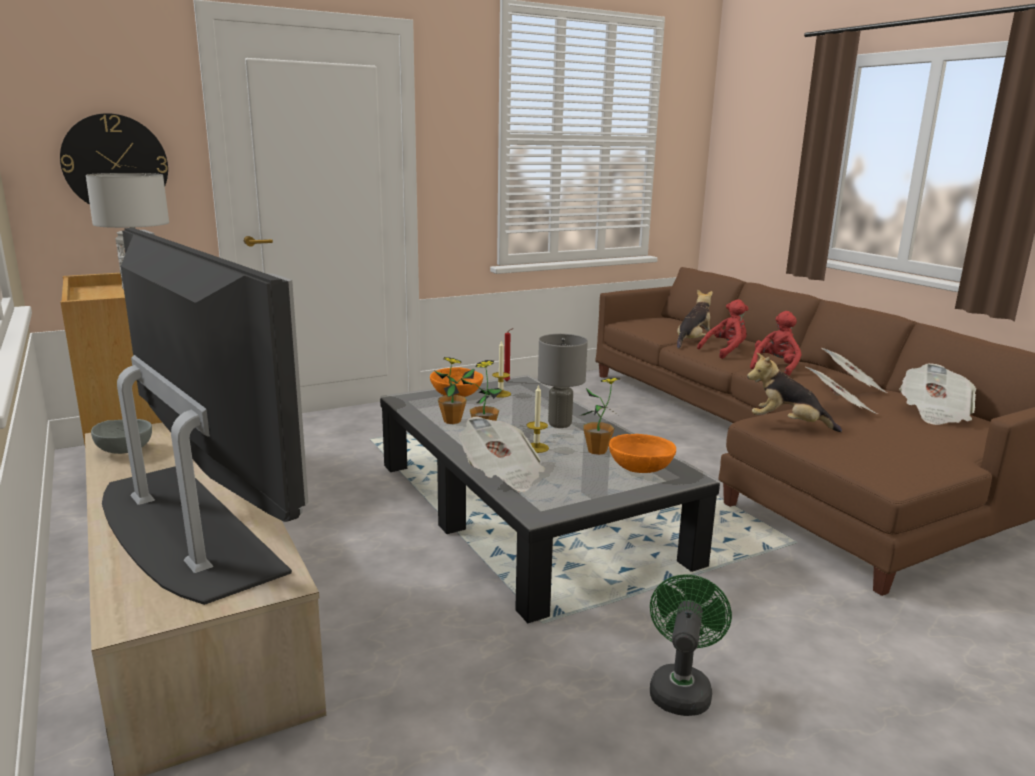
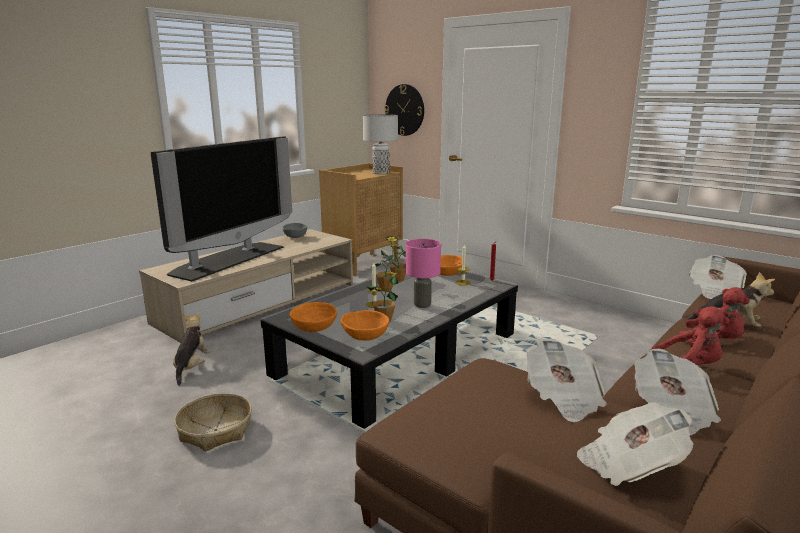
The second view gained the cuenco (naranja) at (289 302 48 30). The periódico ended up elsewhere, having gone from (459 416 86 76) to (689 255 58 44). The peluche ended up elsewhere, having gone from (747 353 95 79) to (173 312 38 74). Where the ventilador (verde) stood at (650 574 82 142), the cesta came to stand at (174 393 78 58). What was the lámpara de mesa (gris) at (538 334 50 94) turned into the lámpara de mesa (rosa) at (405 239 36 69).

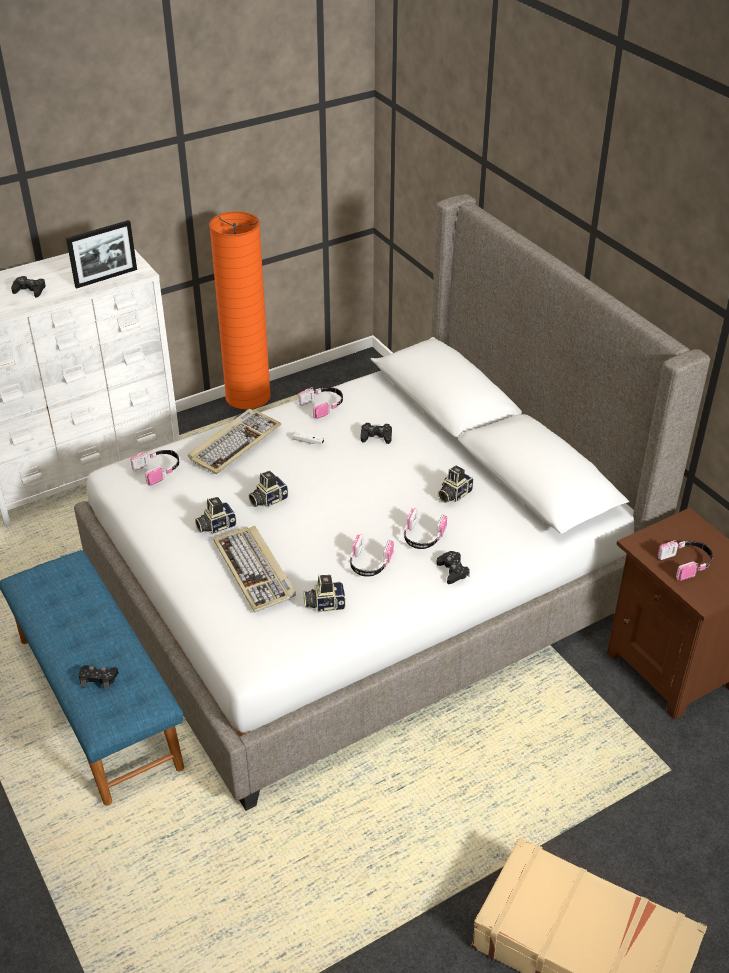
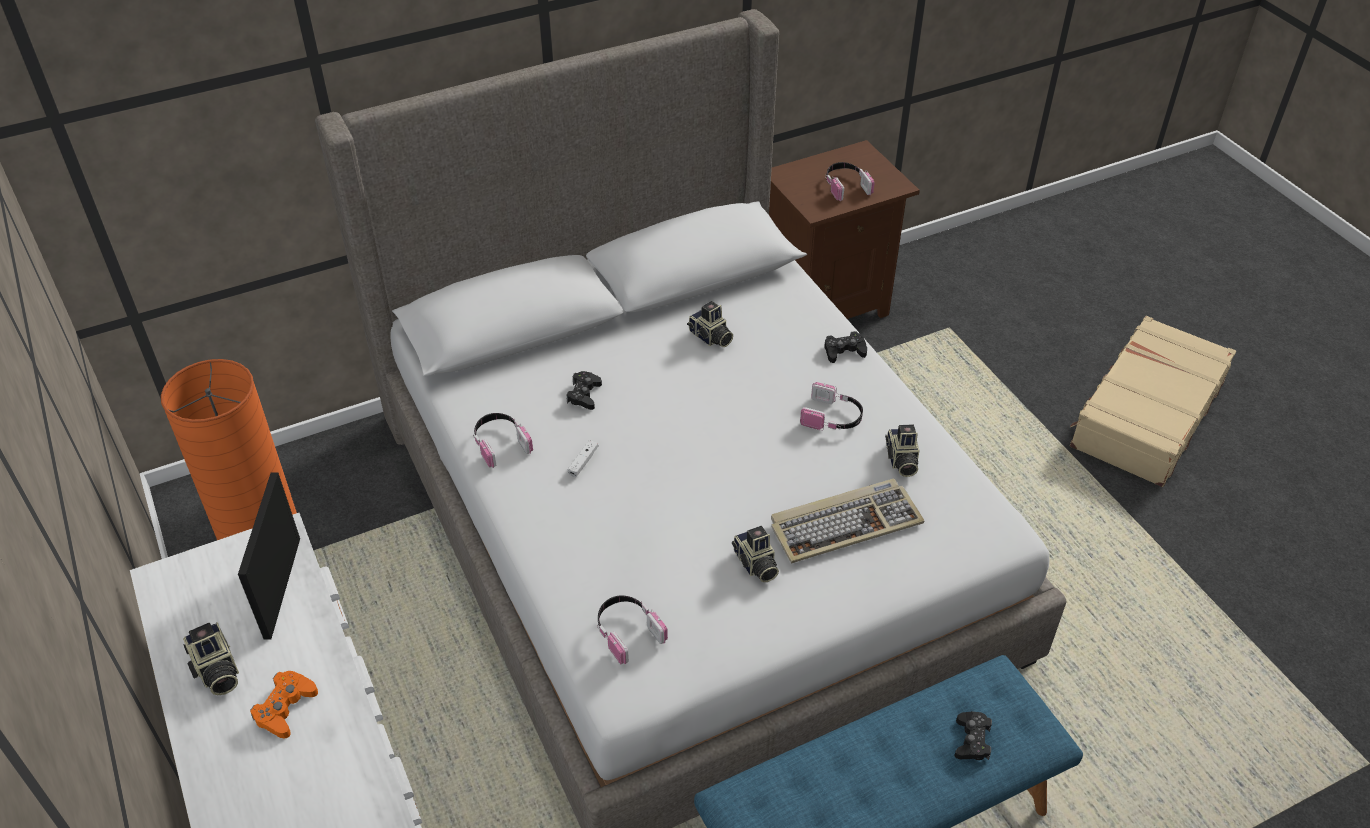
The second view lost the teclado at (188 409 93 65). The second view lost the auriculares at (403 508 44 41). The cámara ended up elsewhere, having gone from (249 471 39 37) to (183 622 56 73). What was the mando de consola (negro) at (11 276 35 22) turned into the mando de consola (naranja) at (250 671 68 67). The portarretratos at (66 220 71 68) ended up facing another way, 150 degrees counterclockwise from before.

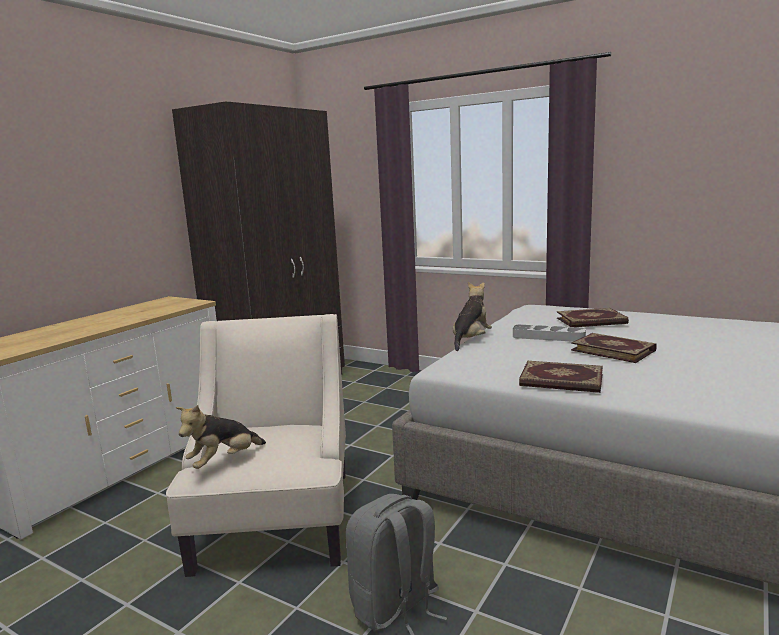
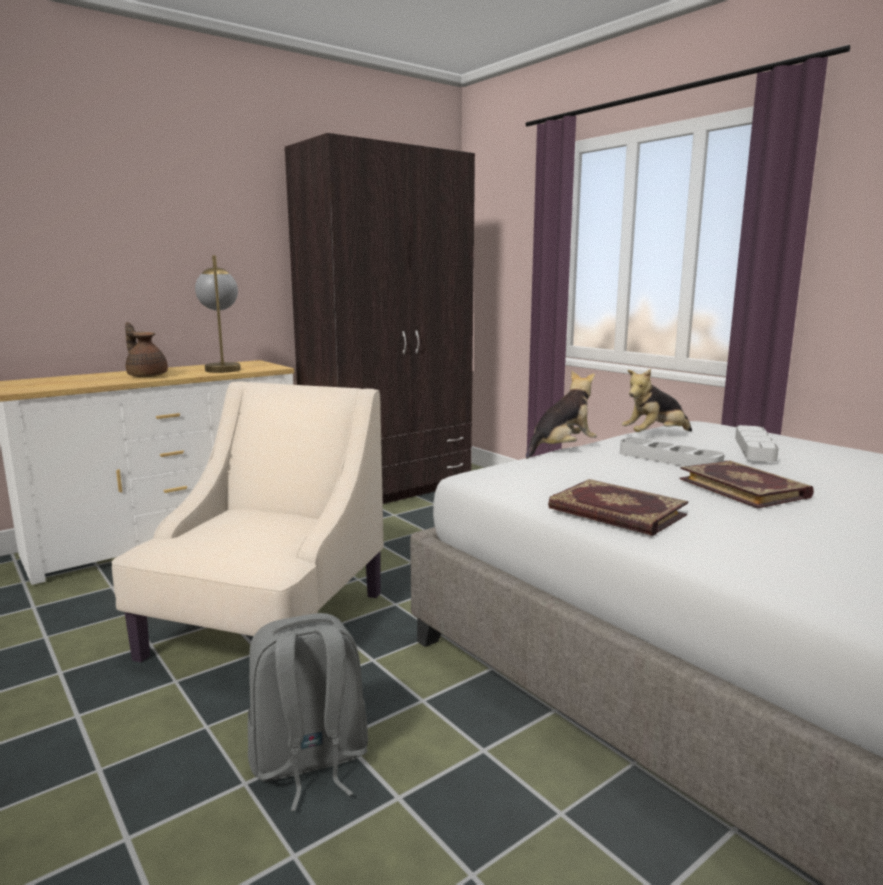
The second view gained the tetera (marrón) at (125 322 43 55). The second view gained the lámpara de mesa at (195 255 46 118). The peluche ended up elsewhere, having gone from (176 405 90 64) to (622 369 70 63). Where the libro stood at (557 308 72 19), the bandeja (gris) came to stand at (735 425 44 37).

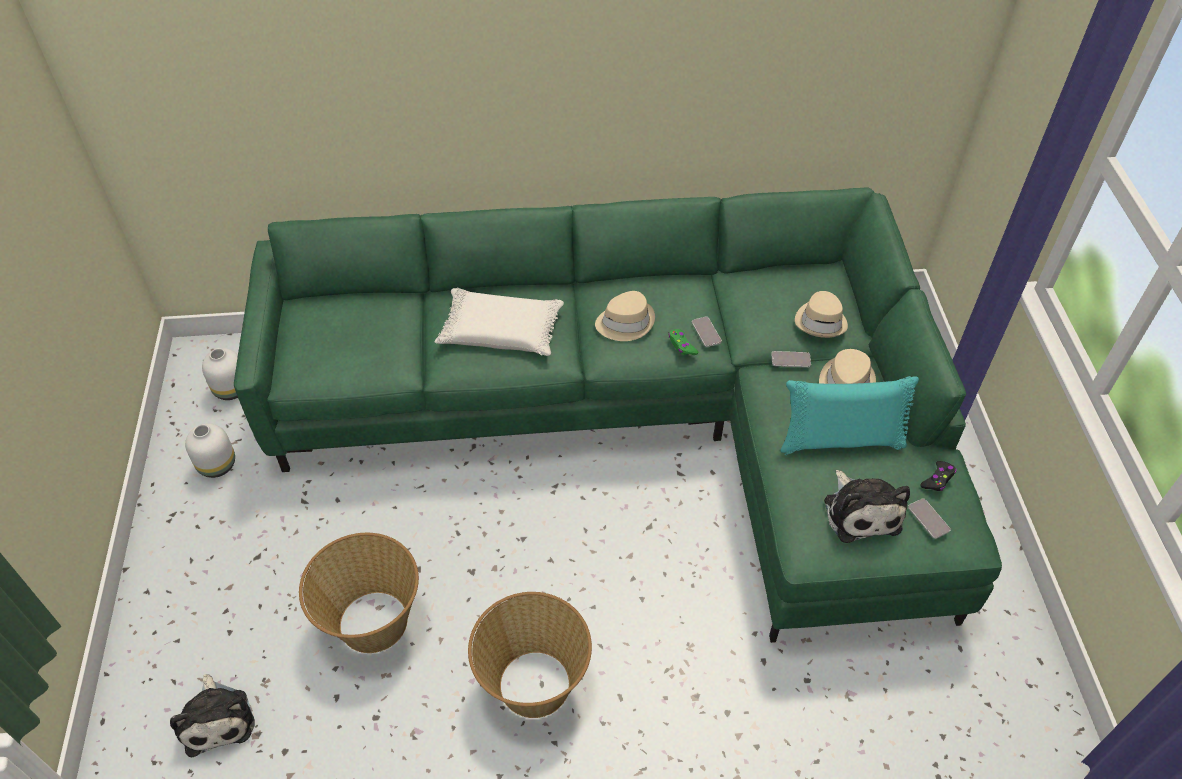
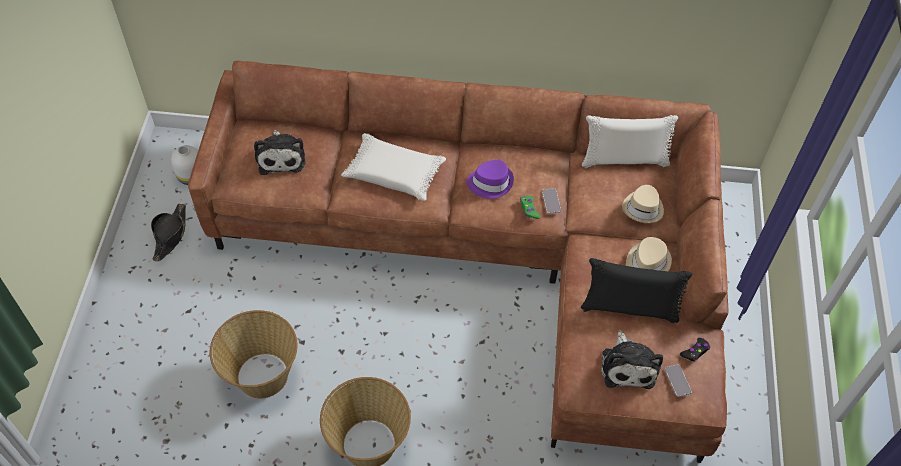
The second view lost the móvil at (771 351 40 17). The second view gained the cojín (blanco) at (582 115 96 53). The peluche ended up elsewhere, having gone from (170 674 85 83) to (254 130 52 45). Where the florero (blanco) stood at (185 423 50 55), the sombrero (negro) came to stand at (151 204 35 57). What was the sofá (verde) at (234 187 768 456) turned into the sofá (marrón) at (188 61 540 402). What was the sombrero (beis) at (595 291 60 50) turned into the sombrero (morado) at (466 160 48 39). What was the cojín (turquesa) at (780 376 139 79) turned into the cojín (negro) at (581 258 111 65).

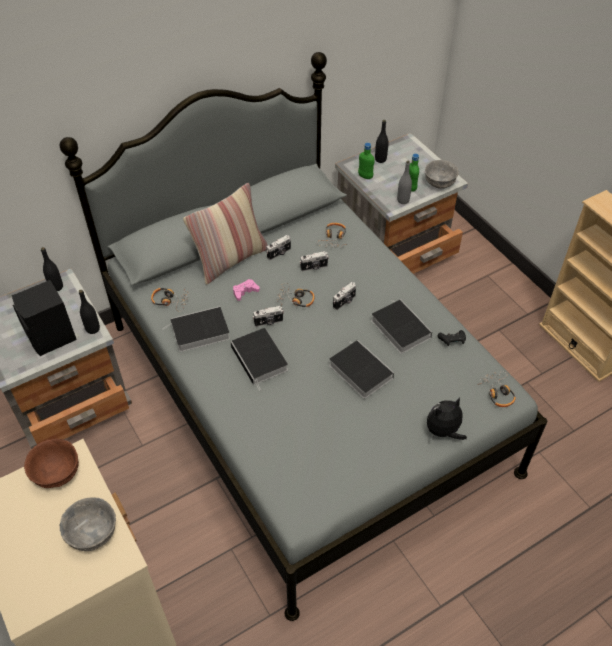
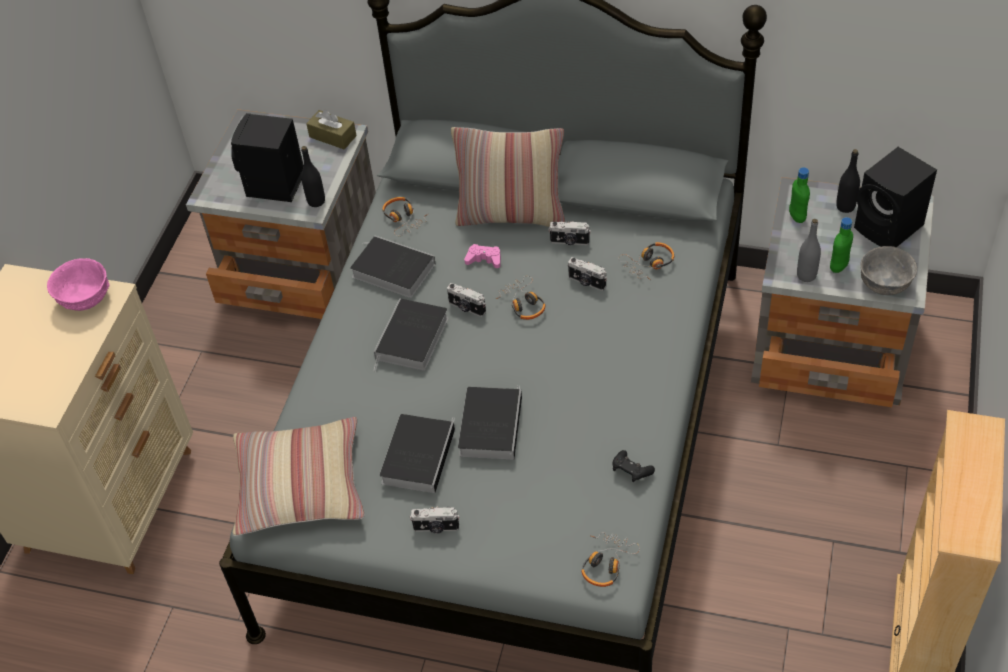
The second view lost the cuenco (gris) at (60 497 56 54). The second view lost the peluche at (427 397 40 43). The second view gained the cojín at (232 417 133 119). The second view gained the altavoz (negro) at (854 147 83 100). The cámara ended up elsewhere, having gone from (333 282 23 28) to (410 507 50 27). The libro ended up elsewhere, having gone from (371 299 61 55) to (380 414 75 79). Where the botella (negro) stood at (41 247 22 44), the caja de pañuelos (marrón) came to stand at (306 110 51 39). What was the cuenco (marrón) at (24 439 55 49) turned into the cuenco (rosa) at (47 258 62 53).

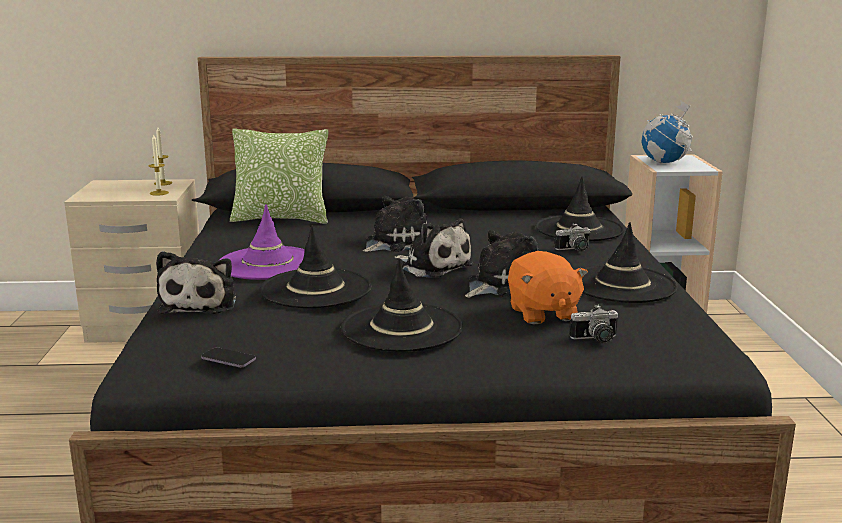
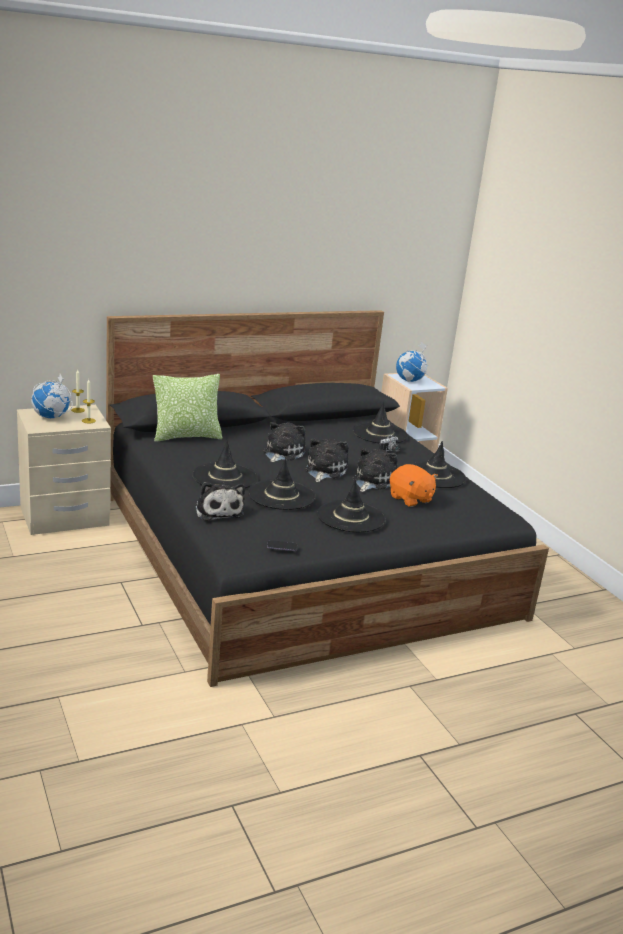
The second view lost the cámara at (569 305 49 38). The second view gained the globo terráqueo at (31 374 41 44). What was the sombrero (morado) at (219 204 86 76) turned into the sombrero (negro) at (192 440 66 48). The peluche at (395 218 79 60) ended up facing another way, 90 degrees counterclockwise from before.

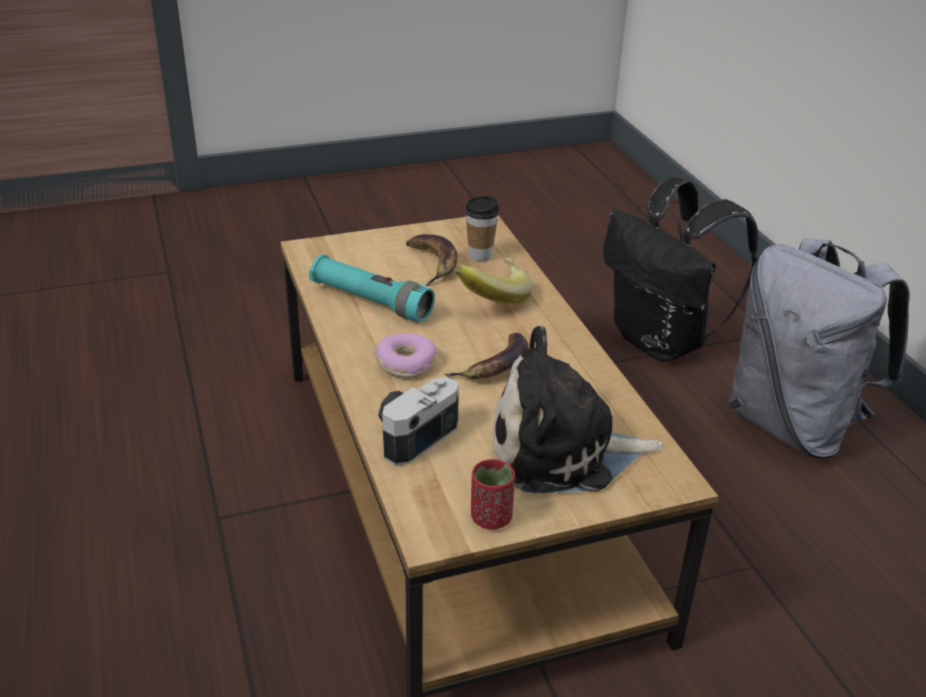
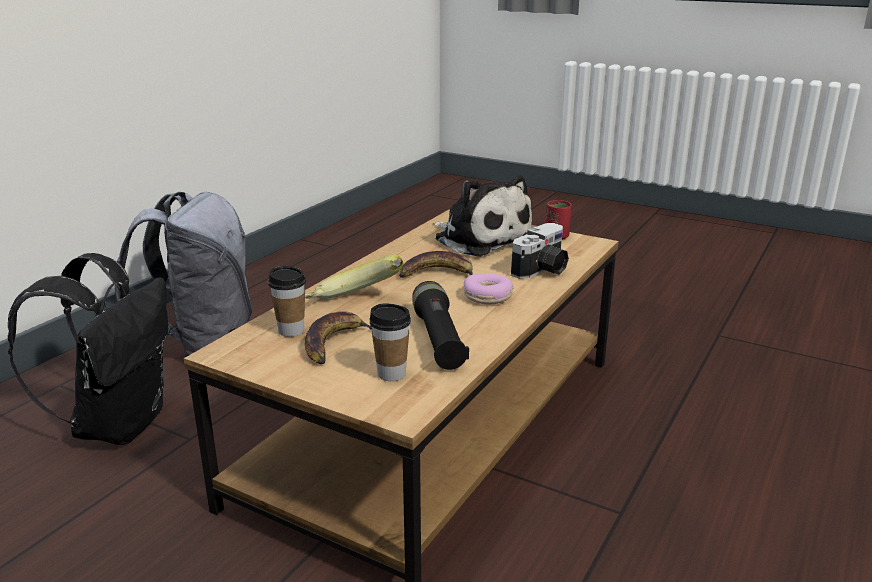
The second view gained the taza at (370 304 41 77). What was the linterna (turquesa) at (309 254 126 68) turned into the linterna (negro) at (412 281 57 89). The cámara at (378 377 80 89) ended up facing another way, 45 degrees counterclockwise from before.

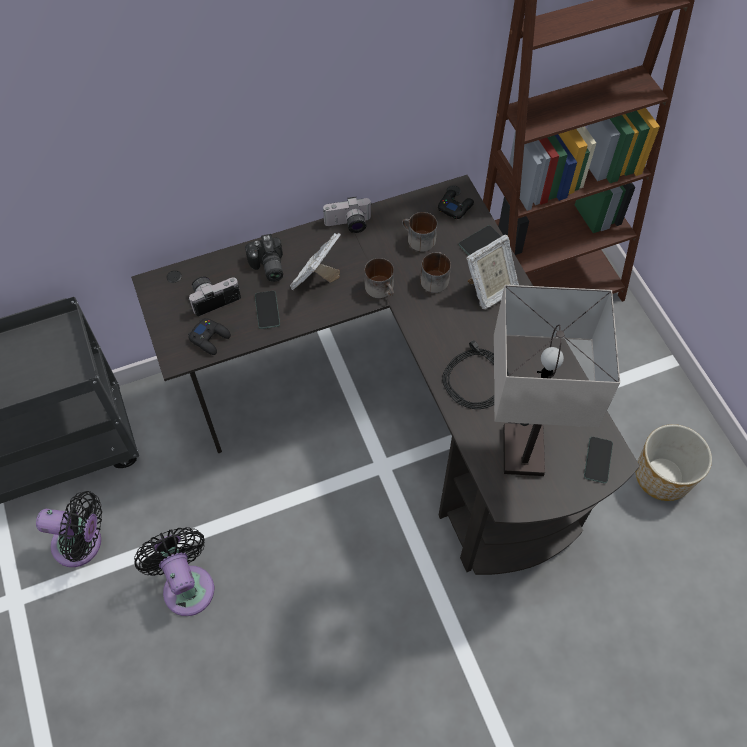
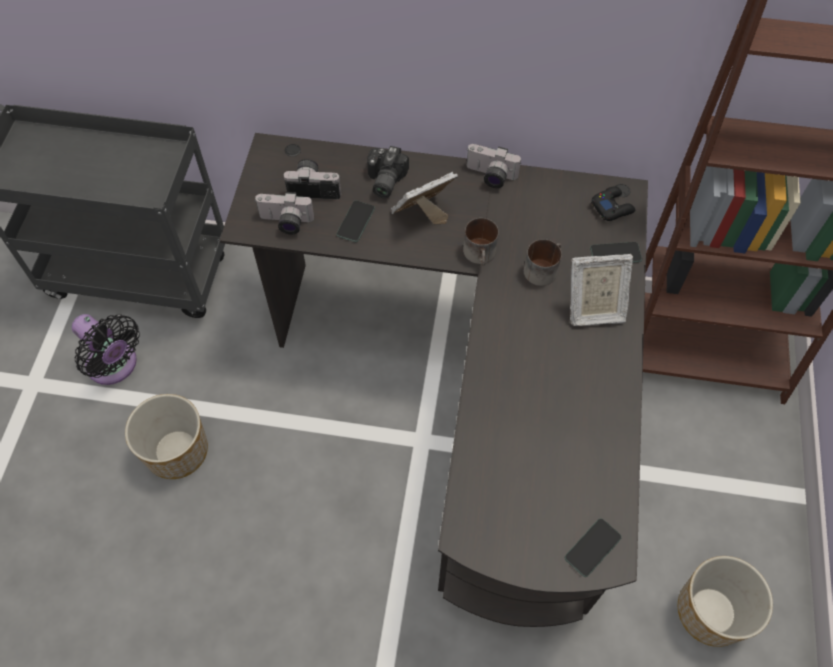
The second view lost the taza grande at (402 212 35 40). The second view lost the lámpara de mesa at (442 285 178 191). Where the ventilador (negro) stood at (134 527 80 89), the maceta came to stand at (125 394 83 85). Where the mando de consola (negro) stood at (188 318 43 37), the cámara came to stand at (255 192 59 42).

